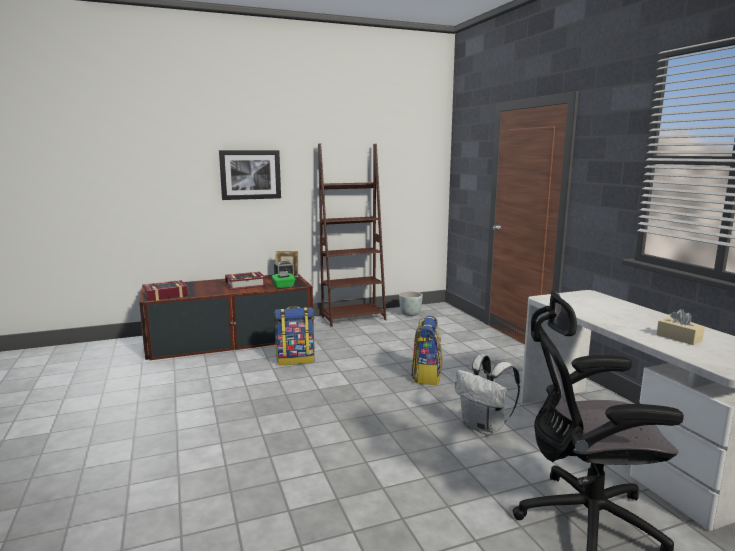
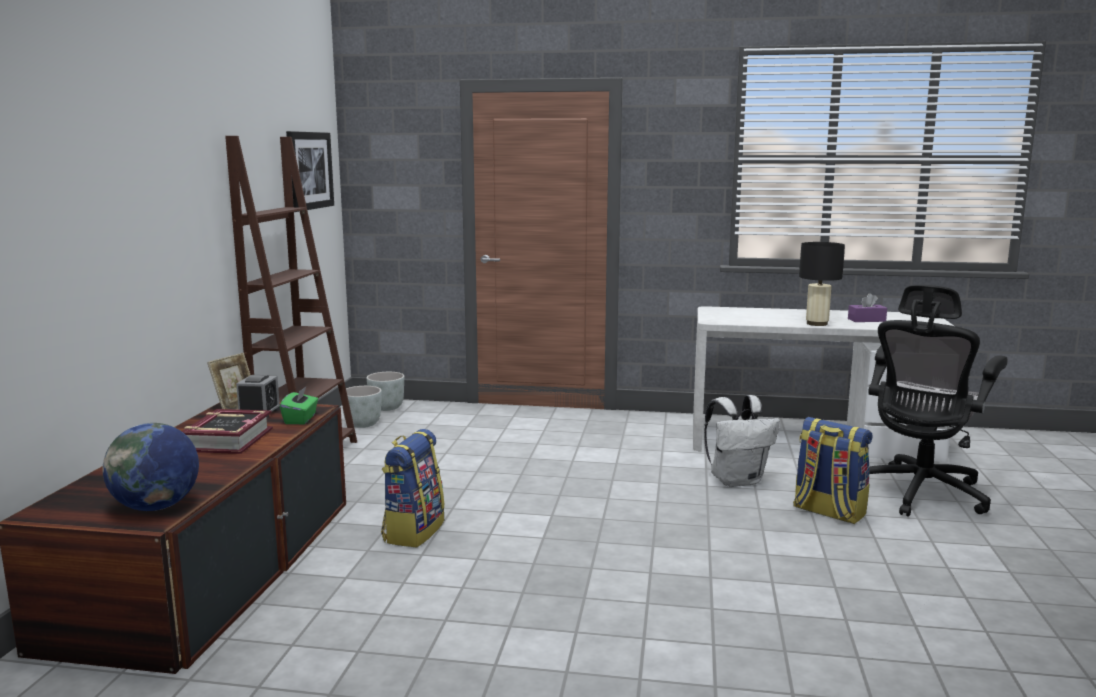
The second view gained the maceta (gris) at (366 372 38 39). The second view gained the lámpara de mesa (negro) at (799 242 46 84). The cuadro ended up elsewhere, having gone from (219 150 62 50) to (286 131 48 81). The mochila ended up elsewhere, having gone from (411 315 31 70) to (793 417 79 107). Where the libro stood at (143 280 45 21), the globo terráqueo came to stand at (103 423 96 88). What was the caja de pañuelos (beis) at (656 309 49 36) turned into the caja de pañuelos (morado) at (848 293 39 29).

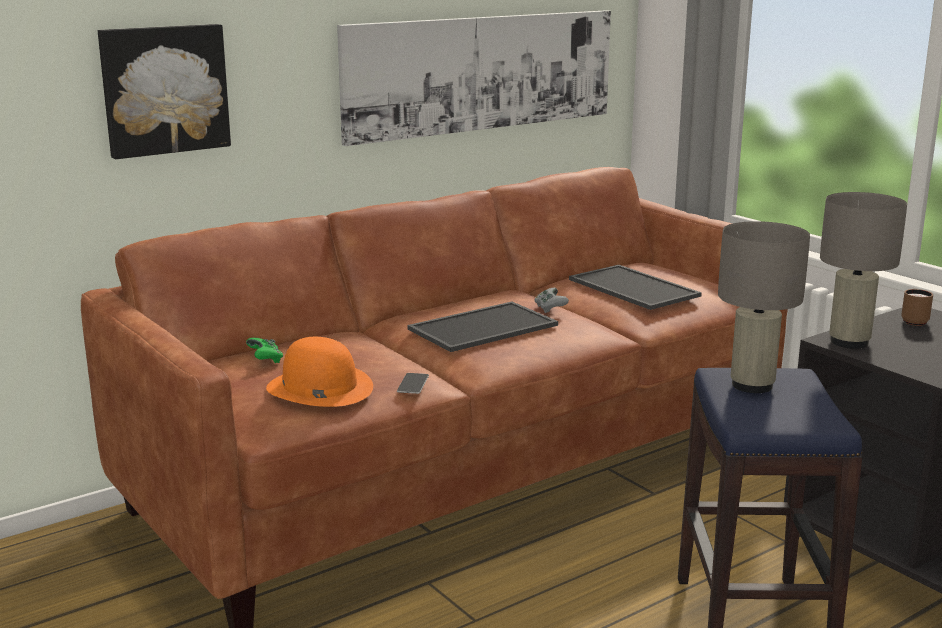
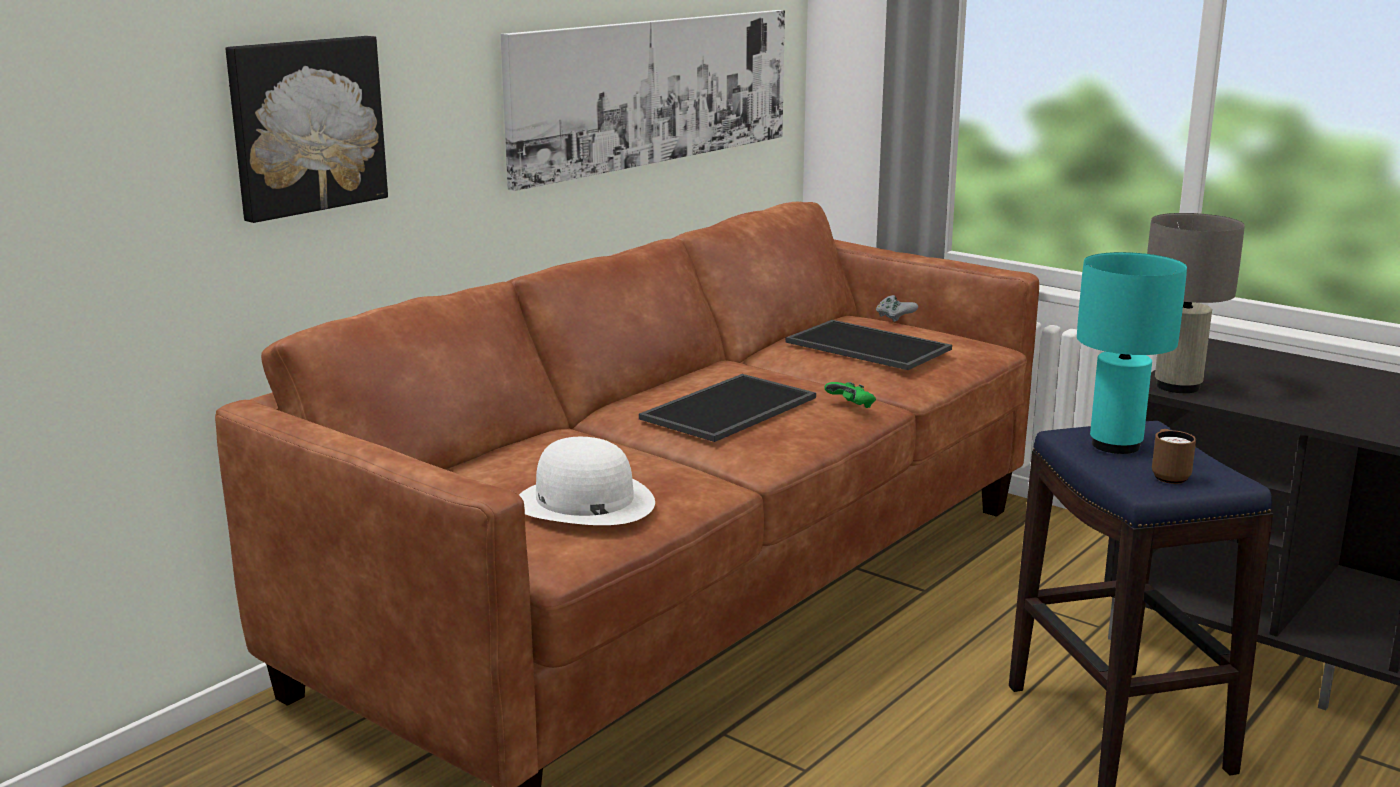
The second view lost the móvil at (397 373 32 21). The mando de consola (verde) ended up elsewhere, having gone from (246 338 37 25) to (824 382 52 26). The mando de consola (gris) ended up elsewhere, having gone from (534 288 35 25) to (876 295 42 27). The taza grande (marrón) ended up elsewhere, having gone from (901 289 32 37) to (1152 429 44 55). What was the sombrero (naranja) at (266 337 107 70) turned into the sombrero (blanco) at (519 437 136 88). What was the lámpara de mesa (gris) at (718 221 92 172) turned into the lámpara de mesa (turquesa) at (1077 252 110 202).

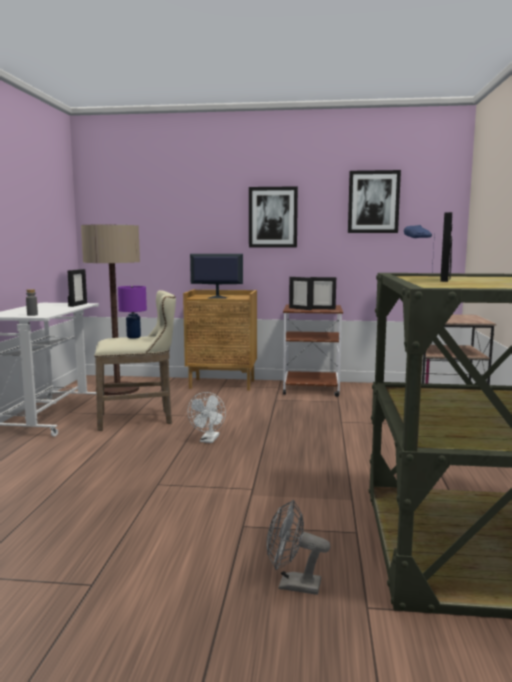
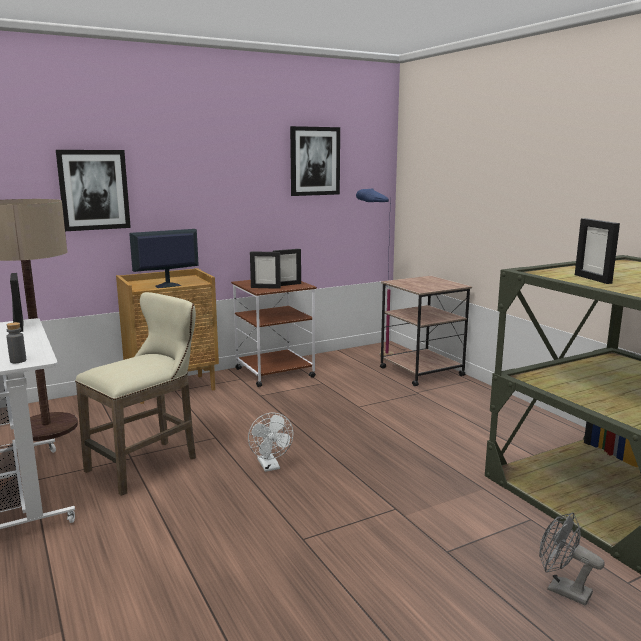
The second view lost the lámpara de mesa (morado) at (118 286 29 53). The cuadro ended up elsewhere, having gone from (249 186 49 62) to (56 150 75 81). The ventilador (gris) at (267 500 63 95) ended up facing another way, 60 degrees clockwise from before.

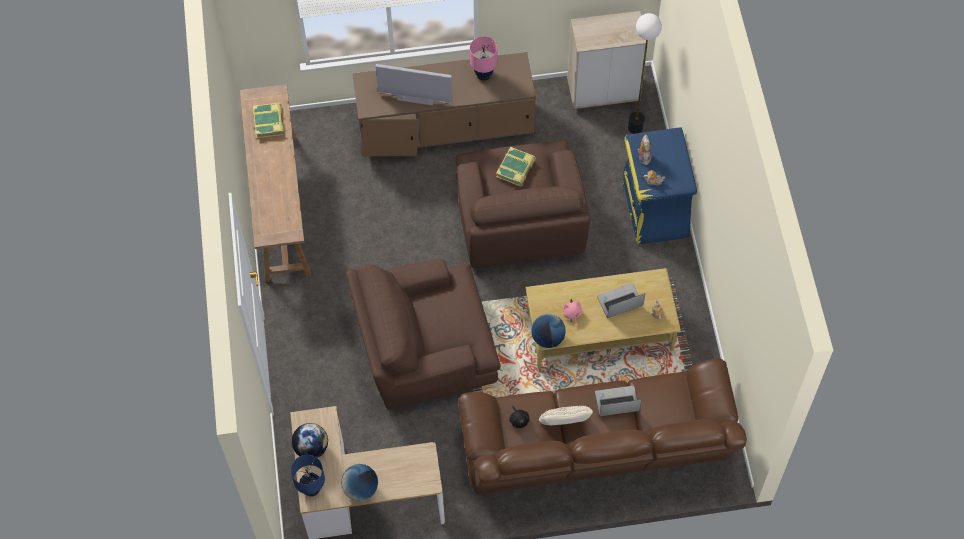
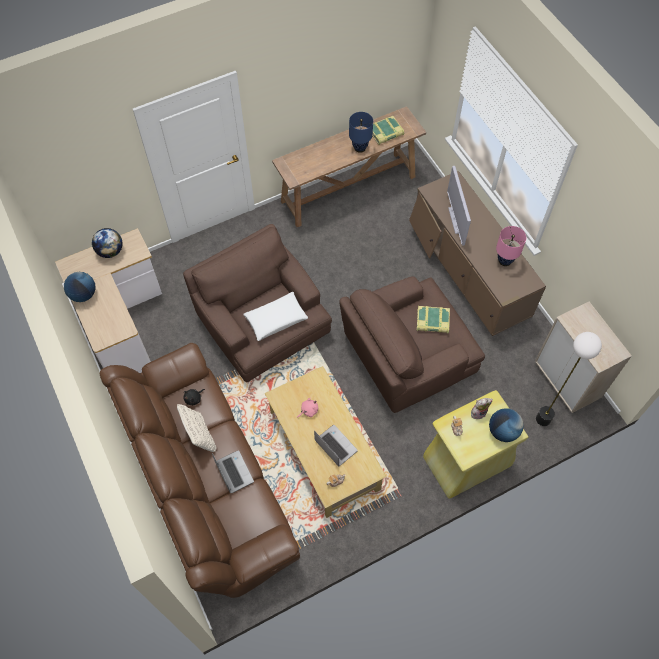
The second view gained the cojín (blanco) at (244 292 64 49). The lámpara de mesa (azul) ended up elsewhere, having gone from (291 455 34 42) to (349 112 24 41). The globo terráqueo ended up elsewhere, having gone from (531 314 35 34) to (489 408 35 34). What was the mesita de noche (azul) at (623 127 74 117) turned into the mesita de noche (amarillo) at (423 390 105 109).

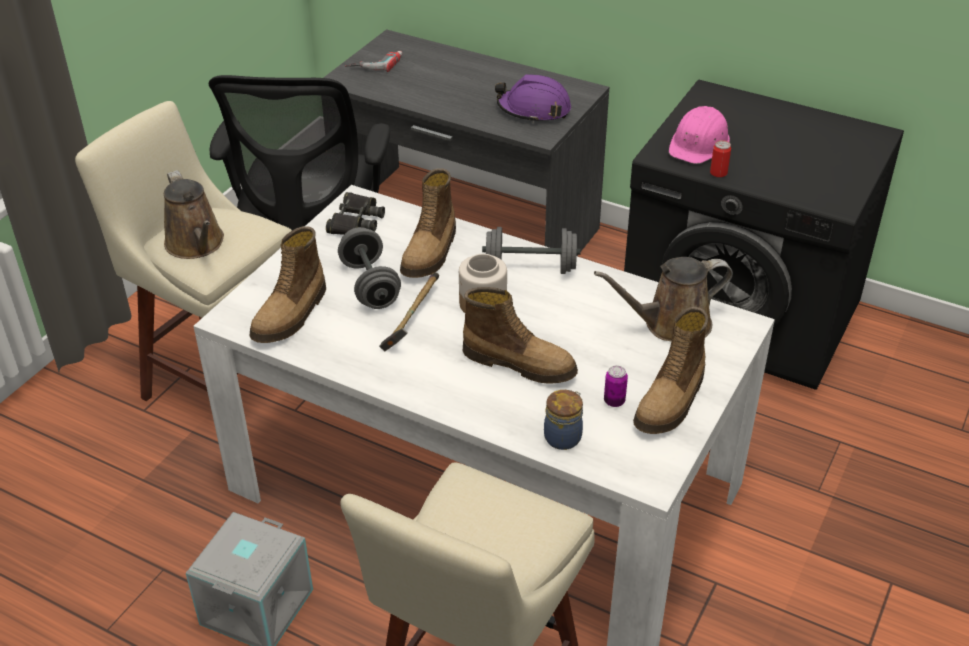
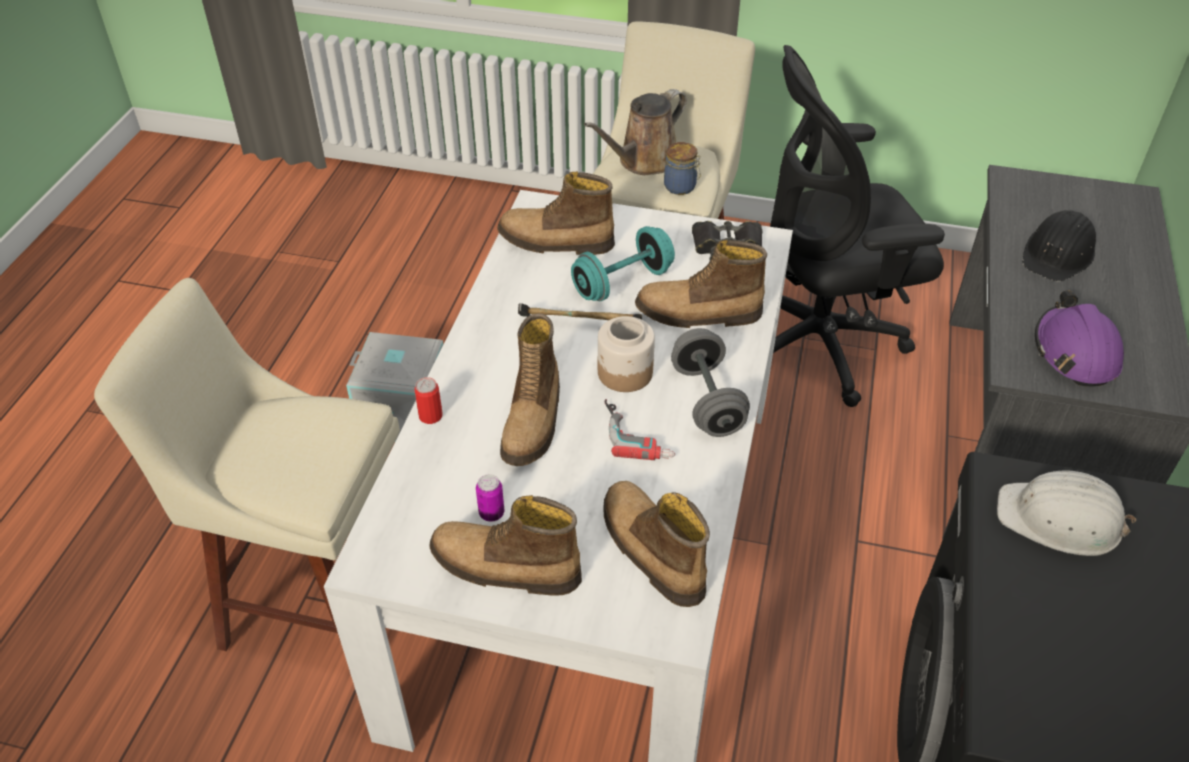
The second view gained the casco (negro) at (1022 210 74 71). The taladro ended up elsewhere, having gone from (345 51 57 21) to (605 399 70 61). The tarro ended up elsewhere, having gone from (544 390 39 60) to (664 142 37 53). The lata ended up elsewhere, having gone from (710 140 21 37) to (415 377 28 47). Where the regadera (marrón) stood at (594 257 139 84), the bota came to stand at (603 481 107 126). What was the mancuerna (gris) at (338 227 63 82) turned into the mancuerna (turquesa) at (571 226 104 75). What was the casco (rosa) at (669 106 61 58) turned into the casco (blanco) at (997 470 140 86).

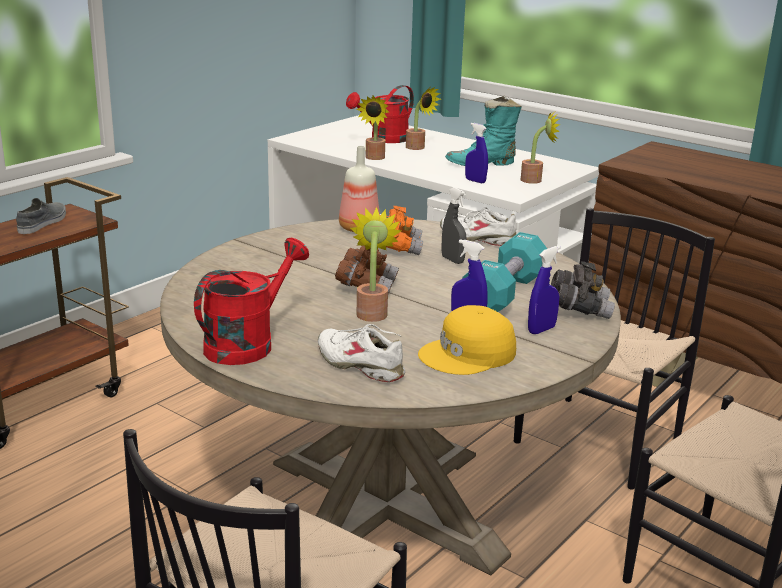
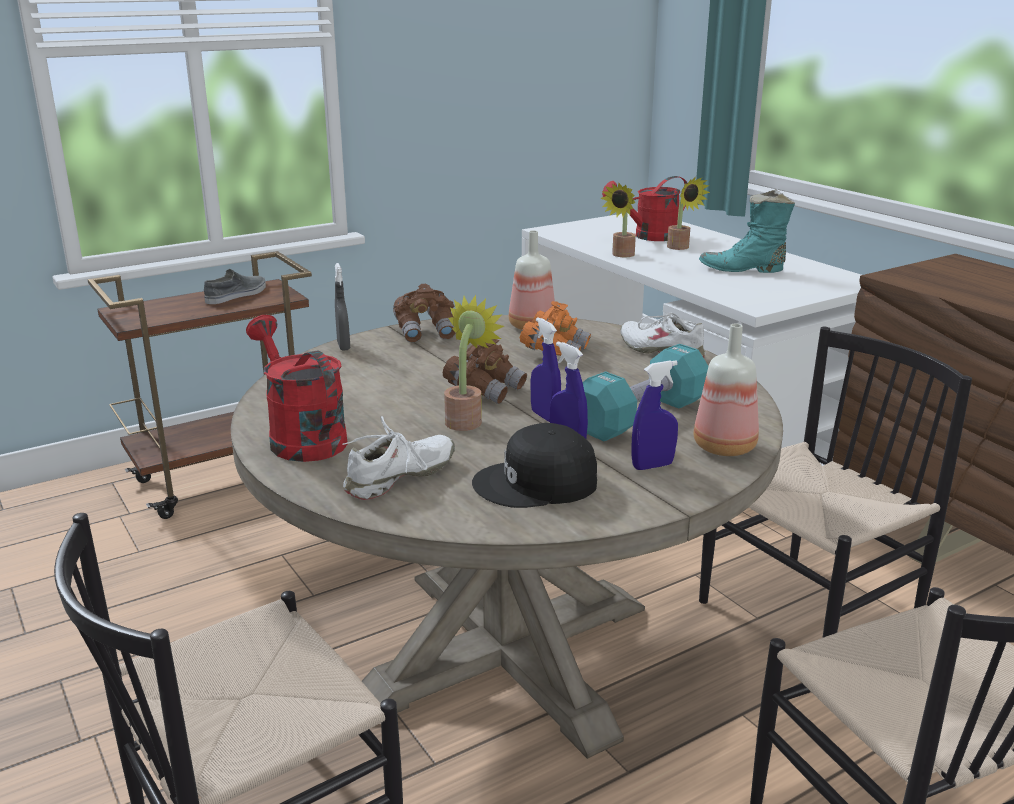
The second view lost the planta en maceta at (521 112 39 72). The second view gained the prismáticos (marrón) at (393 284 62 58). The pulverizador (gris) ended up elsewhere, having gone from (442 187 25 77) to (335 263 15 88). The pulverizador (azul) ended up elsewhere, having gone from (465 123 23 60) to (531 317 30 105). Where the prismáticos (gris) stood at (551 261 64 58), the botella came to stand at (694 323 65 133). What was the gorra (amarillo) at (418 305 98 70) turned into the gorra (negro) at (472 423 125 85). The regadera (rojo) at (194 238 115 127) ended up facing another way, 90 degrees counterclockwise from before. The zapato (blanco) at (318 324 87 58) ended up facing another way, 75 degrees clockwise from before.

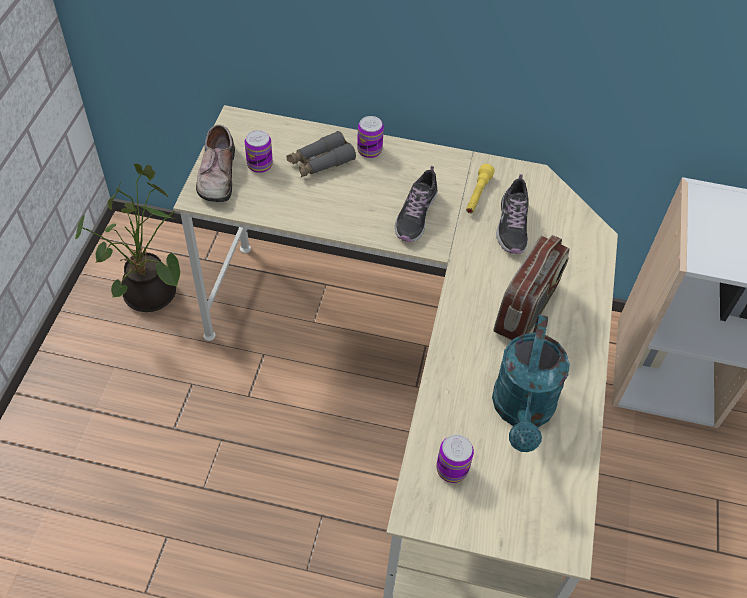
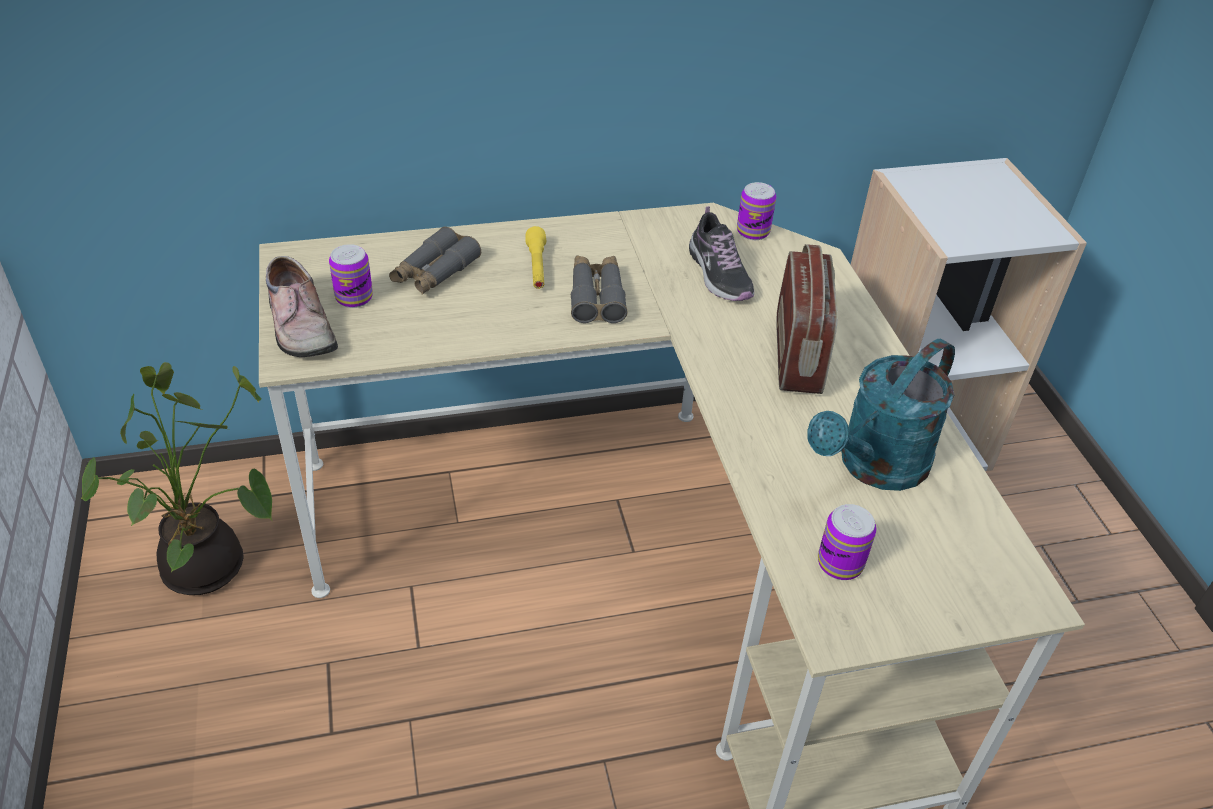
The lata ended up elsewhere, having gone from (357 116 27 42) to (737 182 39 58). The linterna (amarillo) ended up elsewhere, having gone from (466 164 29 49) to (525 226 21 63). Where the zapato stood at (395 166 43 76), the prismáticos (gris) came to stand at (571 256 57 67). The regadera (turquesa) at (492 315 78 137) ended up facing another way, 60 degrees clockwise from before.

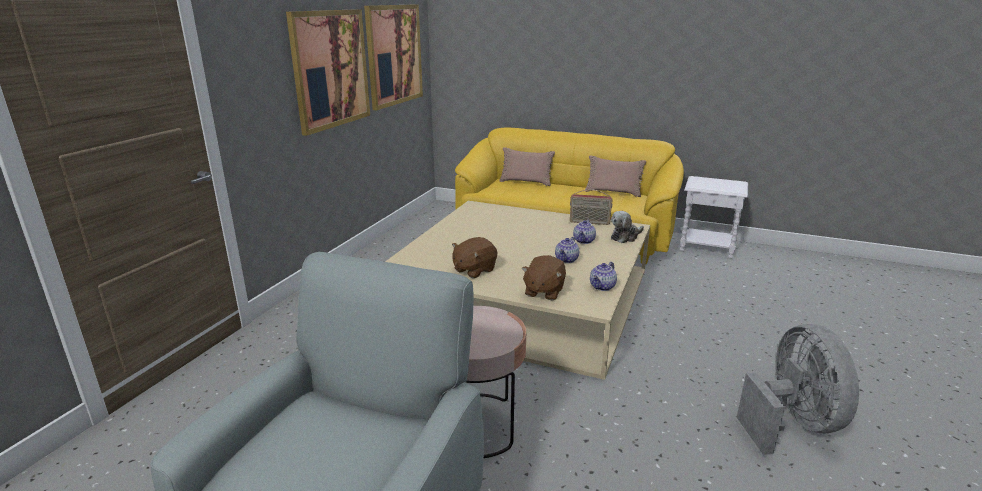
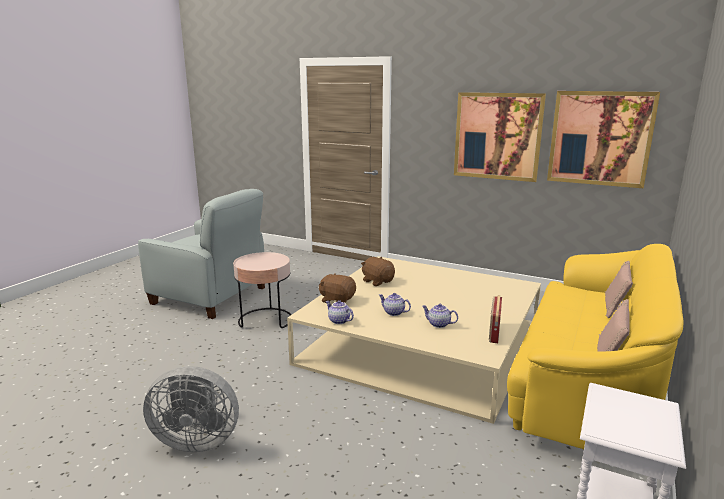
The second view lost the peluche at (611 211 33 32).

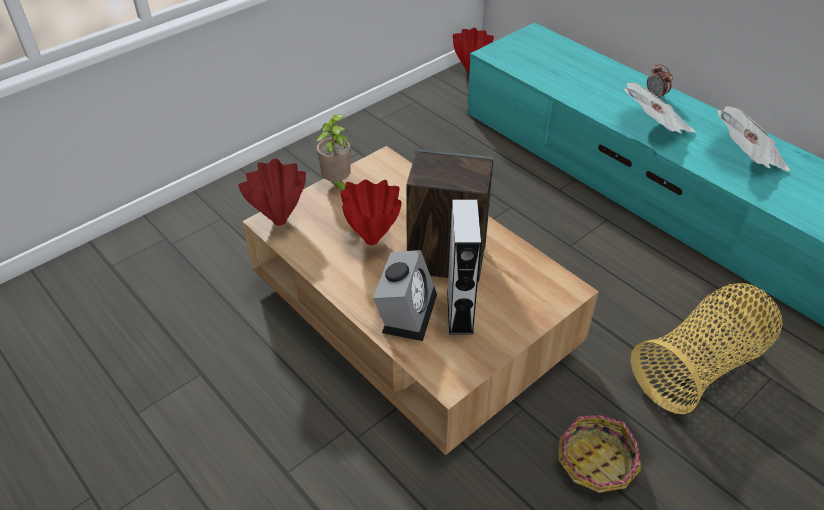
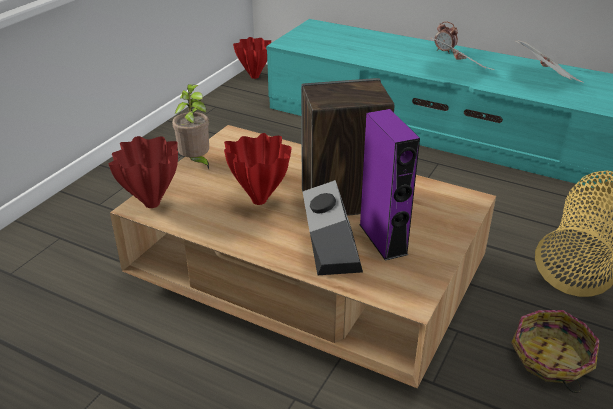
What was the altavoz (gris) at (447 199 34 136) turned into the altavoz (morado) at (359 109 61 152).

